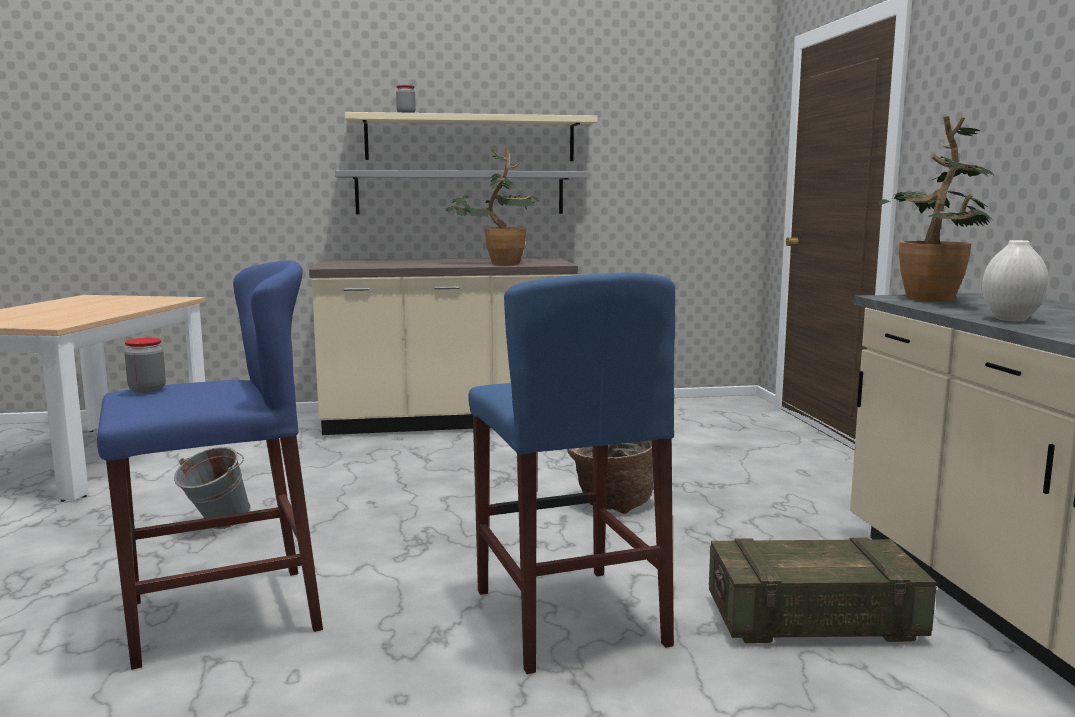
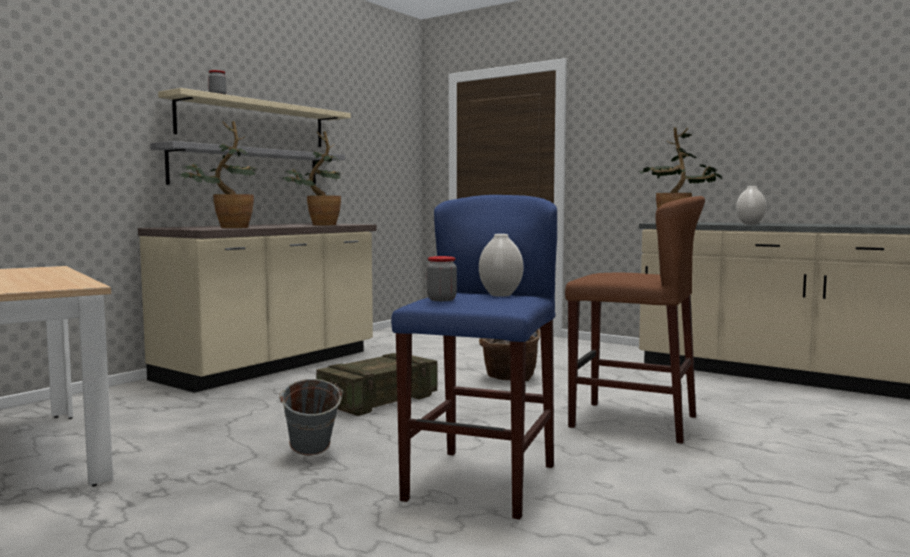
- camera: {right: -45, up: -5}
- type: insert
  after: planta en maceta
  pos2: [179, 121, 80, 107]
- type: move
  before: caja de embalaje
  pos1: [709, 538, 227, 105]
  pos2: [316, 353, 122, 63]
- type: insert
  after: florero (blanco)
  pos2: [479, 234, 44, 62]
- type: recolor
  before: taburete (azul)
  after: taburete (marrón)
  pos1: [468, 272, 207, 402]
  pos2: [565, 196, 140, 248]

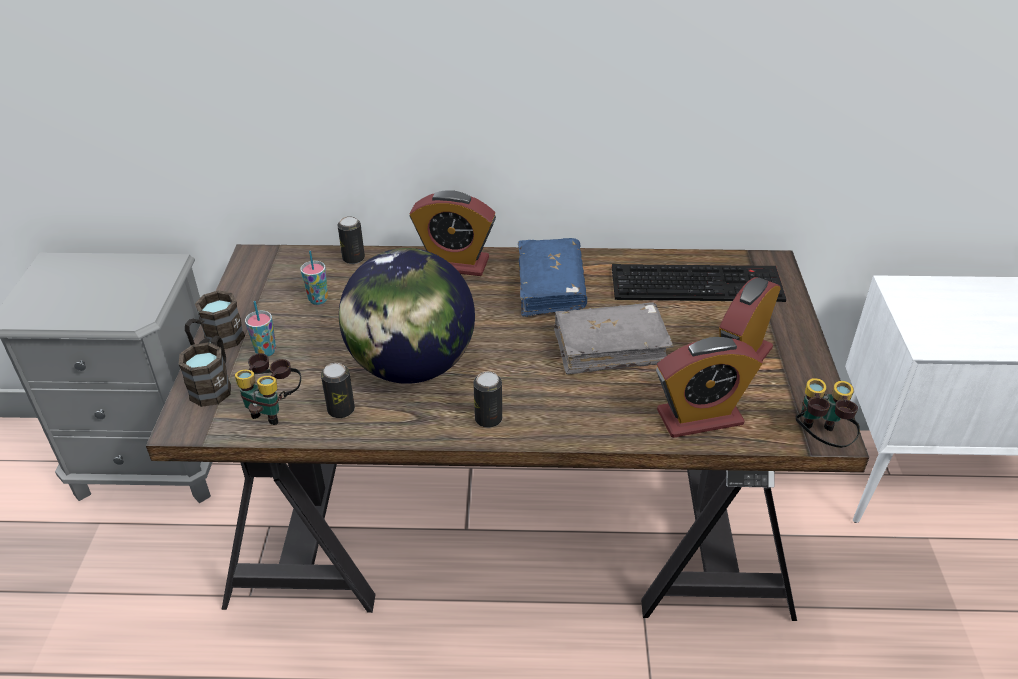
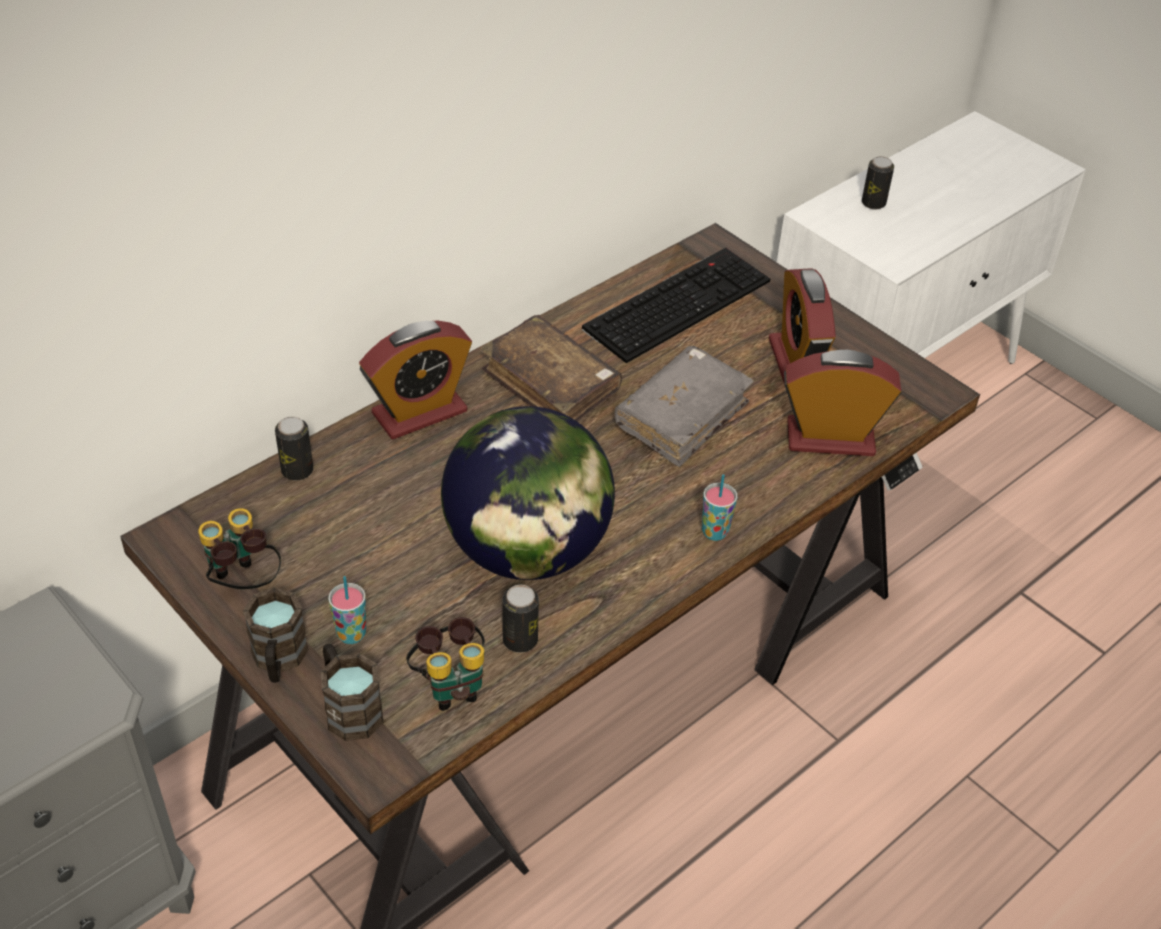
- camera: {right: -45, up: 5}
- type: move
  before: prismáticos
  pos1: [796, 378, 64, 70]
  pos2: [198, 508, 83, 81]
- type: recolor
  before: libro (azul)
  after: libro (marrón)
  pos1: [518, 238, 69, 79]
  pos2: [480, 315, 142, 107]
- type: move
  before: taza
  pos1: [300, 251, 28, 54]
  pos2: [702, 474, 35, 67]
- type: rotate
  before: despertador
  pos1: [656, 337, 107, 101]
  pos2: [784, 350, 118, 106]
  turn: -120
- type: move
  before: lata
  pos1: [473, 372, 29, 56]
  pos2: [862, 156, 32, 53]

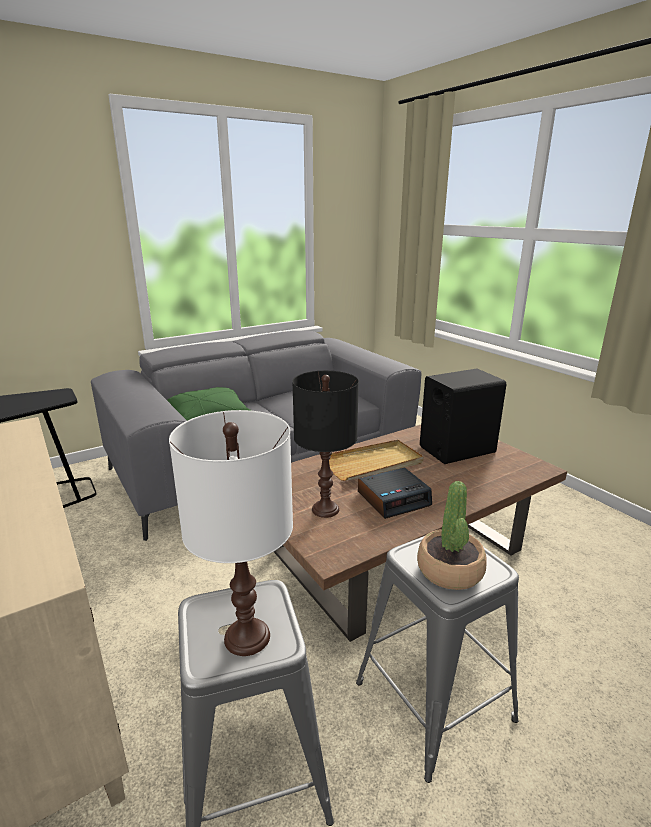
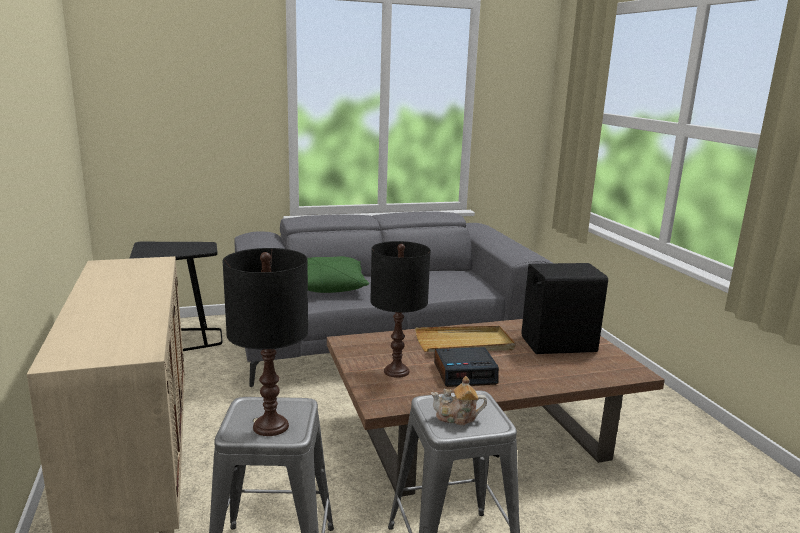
- camera: {right: 15, up: -5}
- type: recolor
  before: lámpara de mesa (blanco)
  after: lámpara de mesa (negro)
  pos1: [169, 410, 124, 246]
  pos2: [222, 248, 86, 188]
- type: replace
  before: planta en maceta
  after: tetera
  pos1: [417, 481, 70, 109]
  pos2: [431, 376, 56, 49]

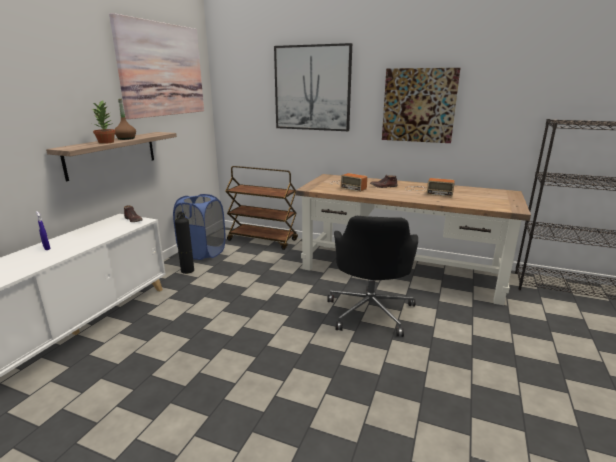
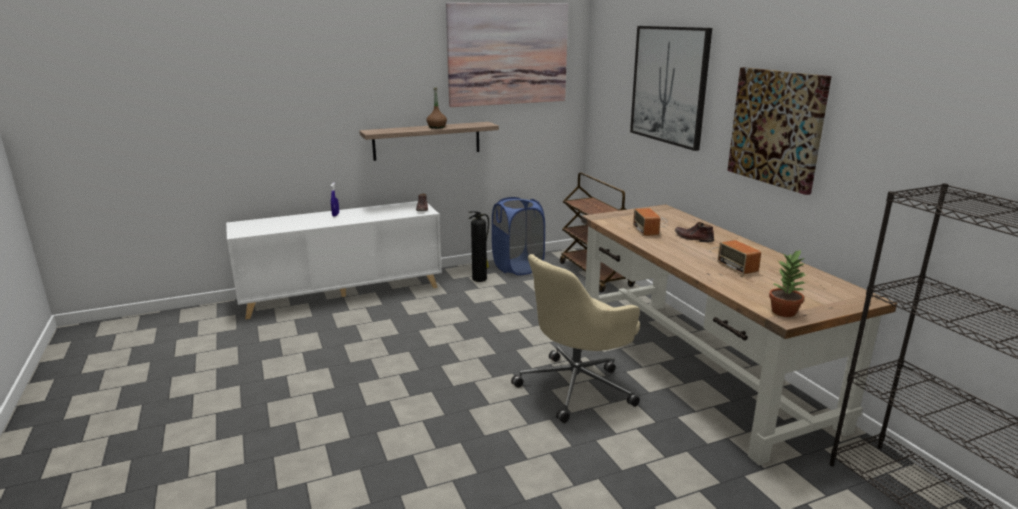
- camera: {right: 45, up: 0}
- type: recolor
  before: silla de oficina (negro)
  after: silla de oficina (beis)
  pos1: [327, 216, 91, 121]
  pos2: [511, 254, 129, 169]
- type: move
  before: planta en maceta
  pos1: [92, 101, 24, 43]
  pos2: [769, 249, 36, 68]

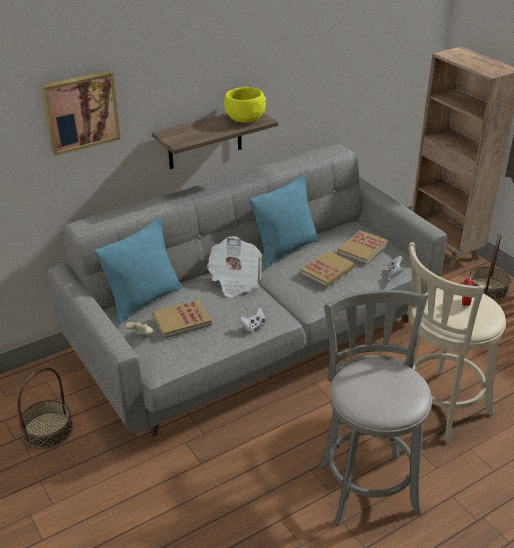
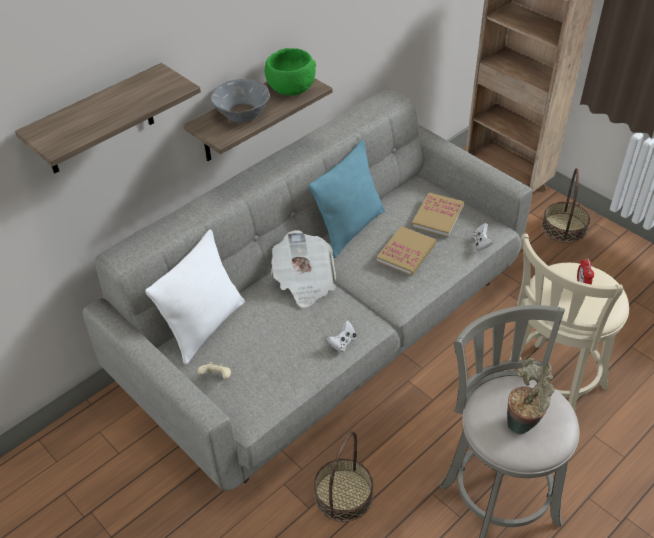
- camera: {right: -10, up: 10}
- type: replace
  before: cuadro
  after: estante
  pos1: [41, 71, 80, 85]
  pos2: [15, 63, 186, 110]
- type: recolor
  before: cojín (turquesa)
  after: cojín (blanco)
  pos1: [94, 218, 88, 106]
  pos2: [145, 229, 100, 136]
- type: insert
  after: cuenco (gris)
  pos2: [211, 79, 59, 43]
- type: recolor
  before: cuenco (amarillo)
  after: cuenco (verde)
  pos1: [224, 87, 42, 36]
  pos2: [265, 48, 51, 48]
- type: move
  before: cesta
  pos1: [17, 367, 56, 82]
  pos2: [314, 431, 59, 91]
- type: insert
  after: planta en maceta
  pos2: [507, 358, 47, 76]
- type: delete
  before: libro
  pos1: [153, 300, 59, 38]

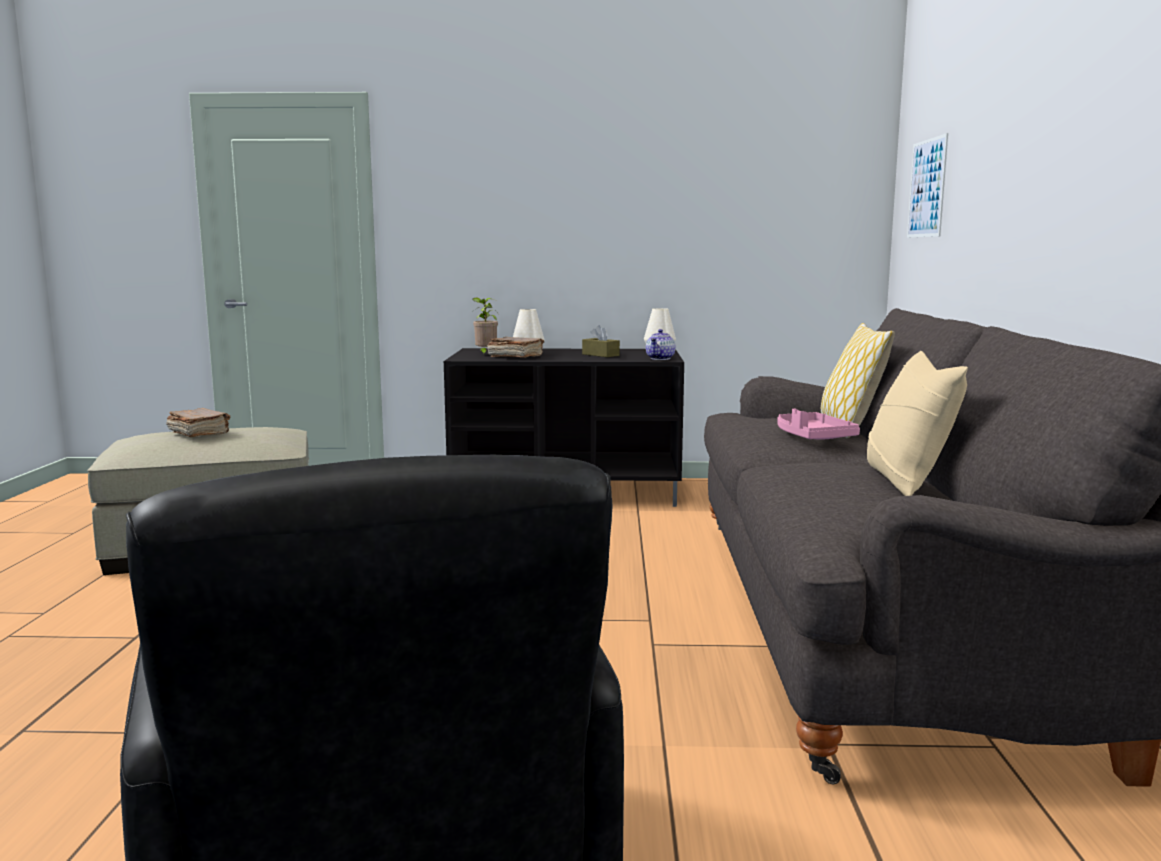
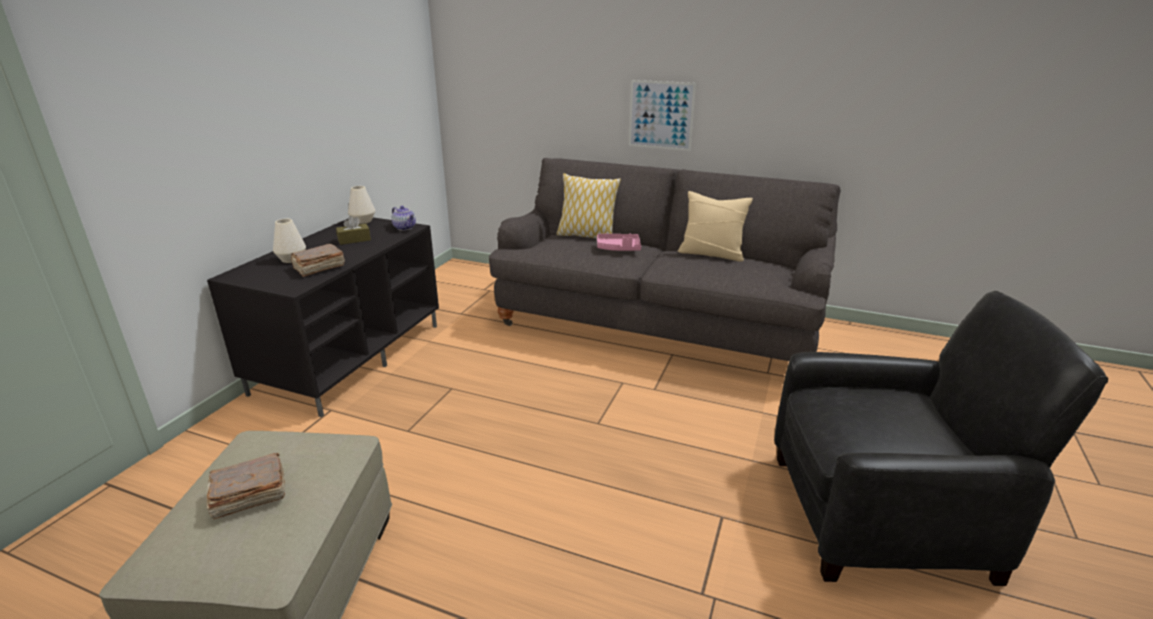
- camera: {right: -70, up: 15}
- type: move
  before: cuadro
  pos1: [907, 133, 41, 104]
  pos2: [629, 80, 67, 71]
- type: delete
  before: planta en maceta
  pos1: [473, 297, 26, 59]

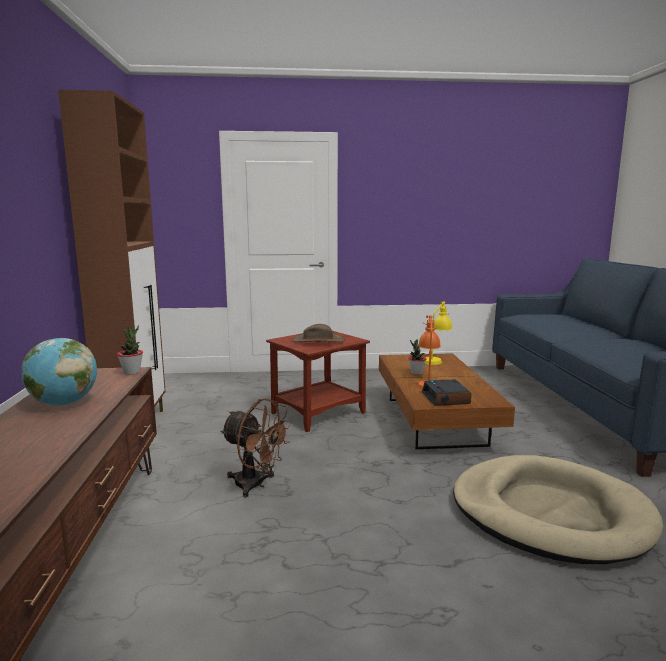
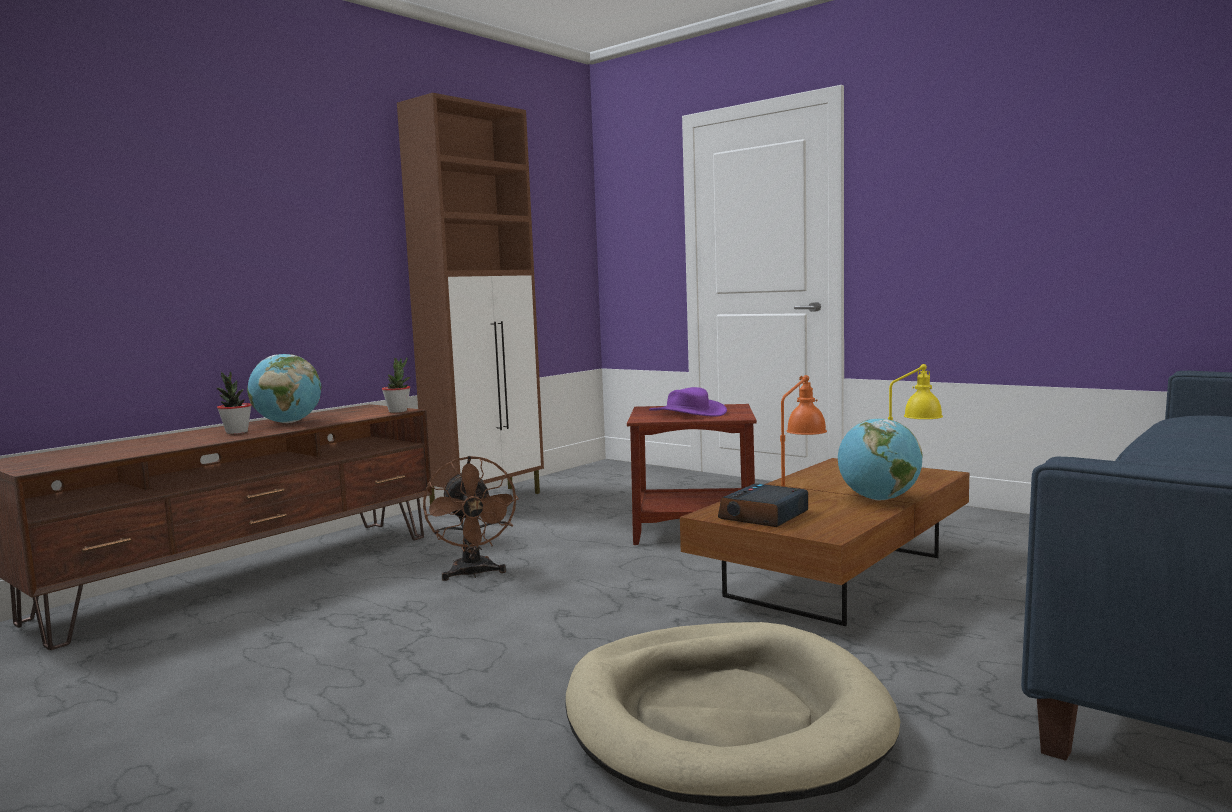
- camera: {right: 45, up: -5}
- type: move
  before: planta en maceta
  pos1: [408, 339, 18, 36]
  pos2: [217, 372, 35, 62]
- type: recolor
  before: sombrero (marrón)
  after: sombrero (morado)
  pos1: [292, 324, 53, 18]
  pos2: [649, 387, 78, 30]
- type: insert
  after: globo terráqueo
  pos2: [838, 418, 85, 83]

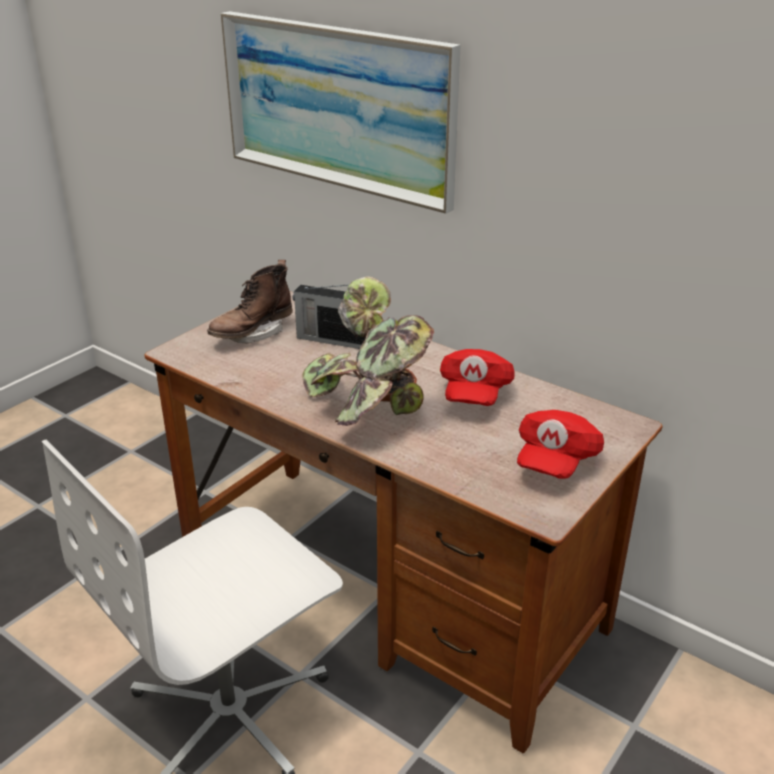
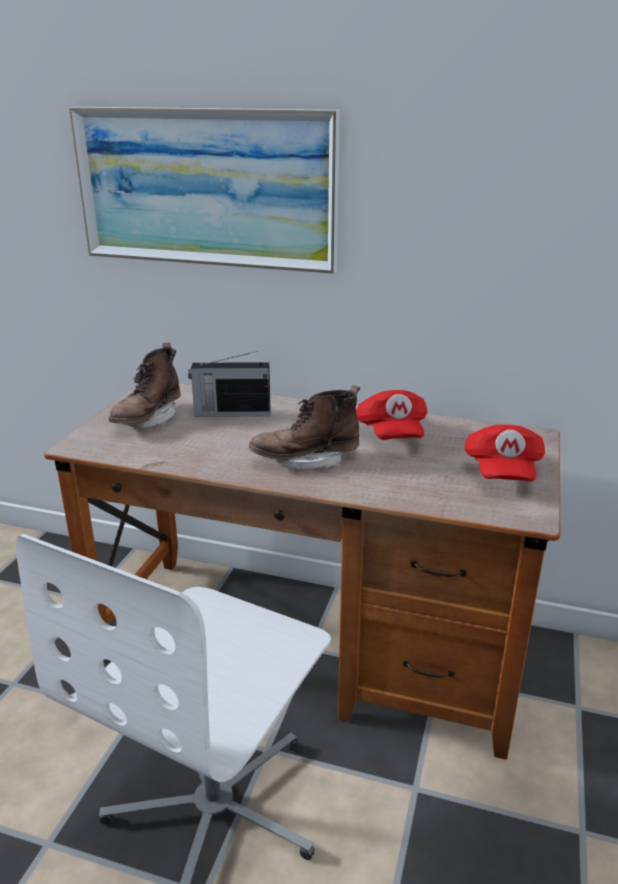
- camera: {right: -20, up: -5}
- type: replace
  before: planta en maceta
  after: bota (marrón)
  pos1: [302, 276, 132, 150]
  pos2: [249, 385, 111, 84]

